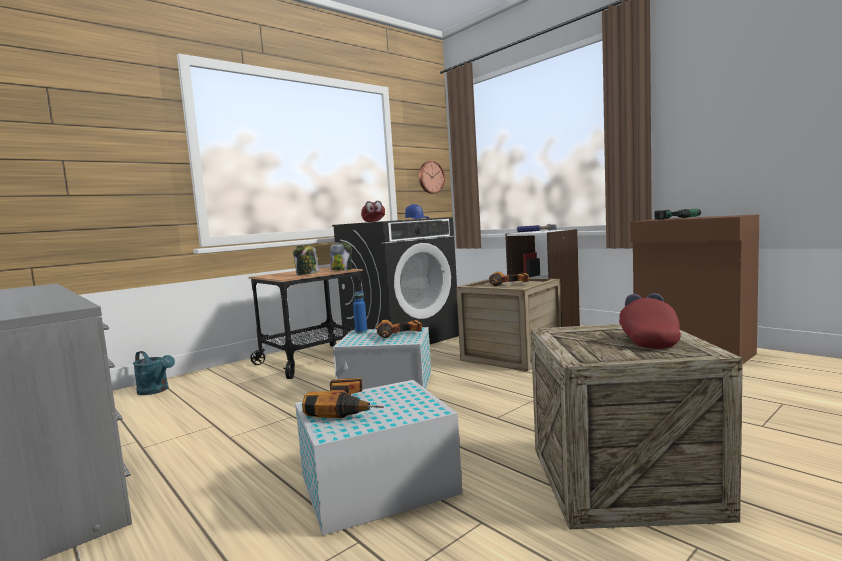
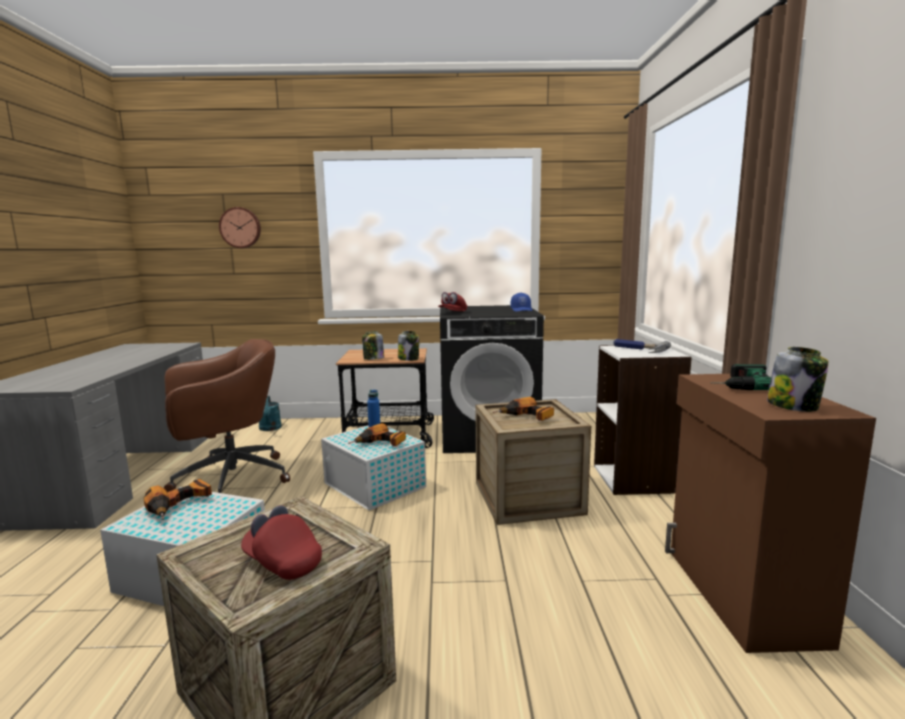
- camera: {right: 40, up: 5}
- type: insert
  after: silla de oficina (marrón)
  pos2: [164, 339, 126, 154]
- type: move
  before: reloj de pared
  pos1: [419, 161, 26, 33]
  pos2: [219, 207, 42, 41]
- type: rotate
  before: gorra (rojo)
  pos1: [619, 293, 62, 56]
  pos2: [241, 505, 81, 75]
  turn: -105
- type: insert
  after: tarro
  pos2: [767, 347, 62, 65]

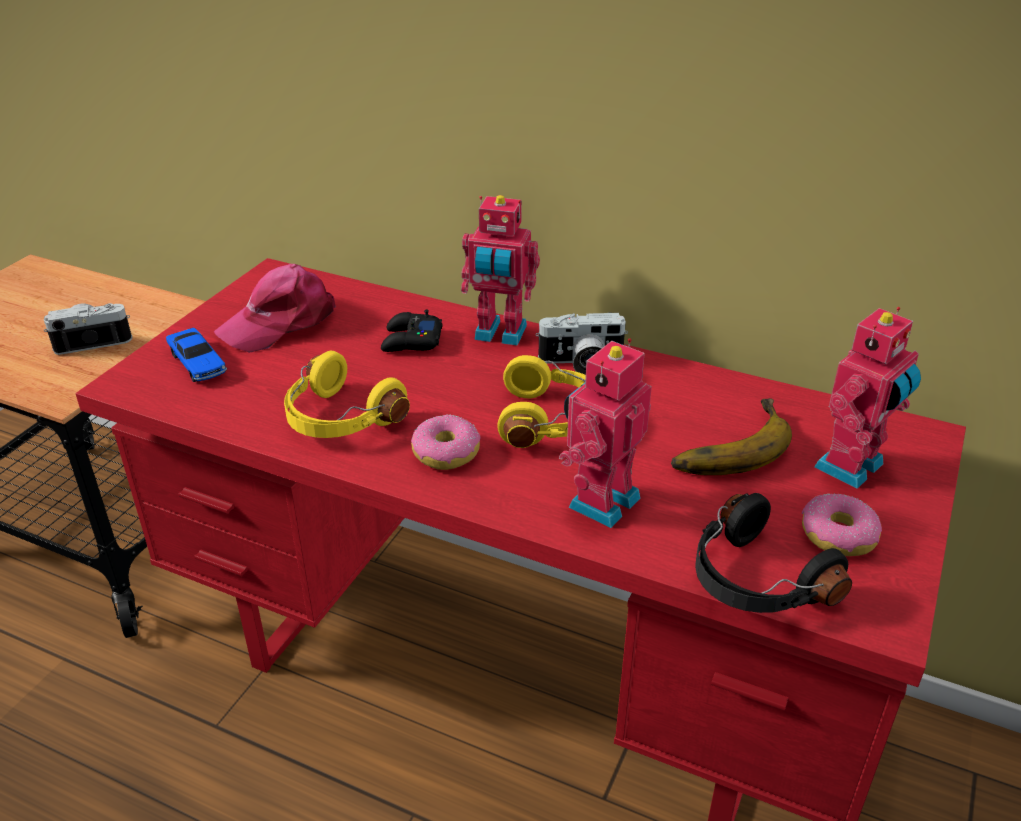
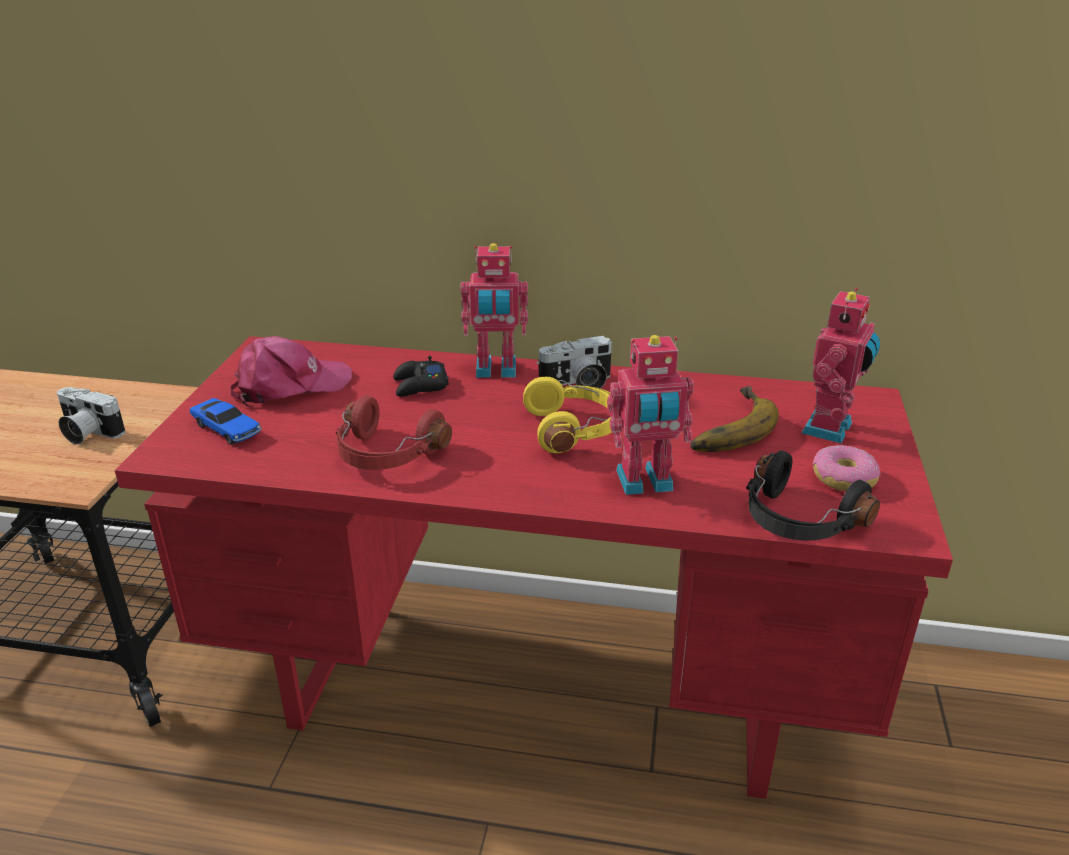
- camera: {right: -15, up: -5}
- type: rotate
  before: cámara
  pos1: [44, 303, 88, 52]
  pos2: [57, 387, 69, 58]
  turn: -120
- type: rotate
  before: gorra (rosa)
  pos1: [214, 264, 122, 89]
  pos2: [231, 336, 121, 71]
  turn: -150
- type: recolor
  before: auriculares (amarillo)
  after: auriculares (rojo)
  pos1: [284, 351, 126, 87]
  pos2: [336, 395, 116, 75]
- type: rotate
  before: robot de juguete
  pos1: [559, 338, 93, 190]
  pos2: [607, 335, 87, 160]
  turn: -120
- type: delete
  before: rosquilla
  pos1: [411, 414, 70, 56]

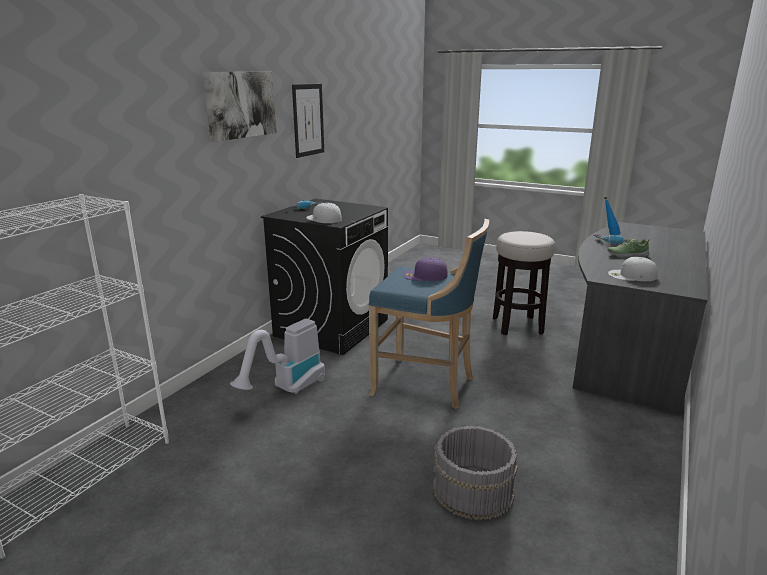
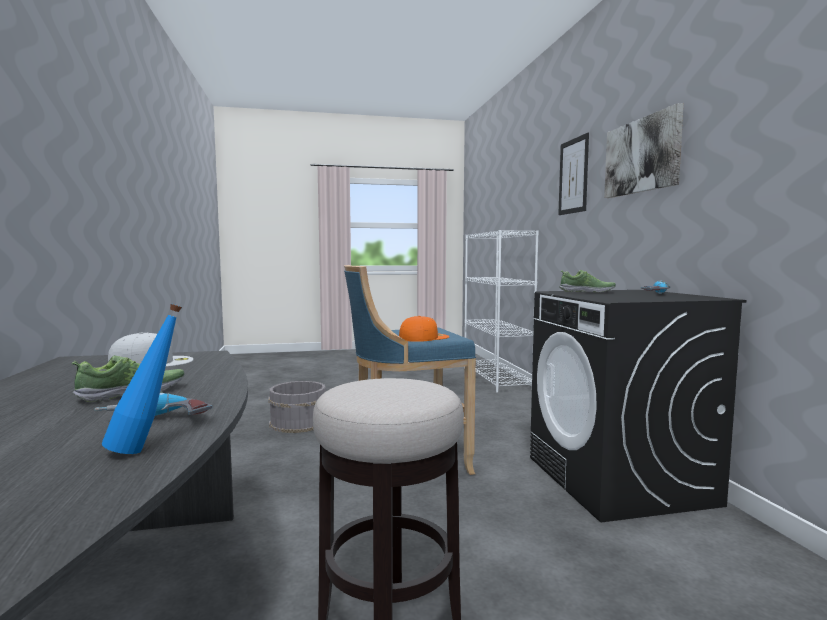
- camera: {right: 140, up: -15}
- type: recolor
  before: gorra (morado)
  after: gorra (naranja)
  pos1: [403, 257, 45, 24]
  pos2: [399, 316, 50, 26]
- type: move
  before: cuadro
  pos1: [292, 84, 32, 74]
  pos2: [558, 133, 31, 82]
- type: replace
  before: gorra (blanco)
  after: zapato
  pos1: [306, 203, 36, 20]
  pos2: [560, 270, 56, 22]
- type: delete
  before: aspiradora
  pos1: [230, 319, 95, 75]

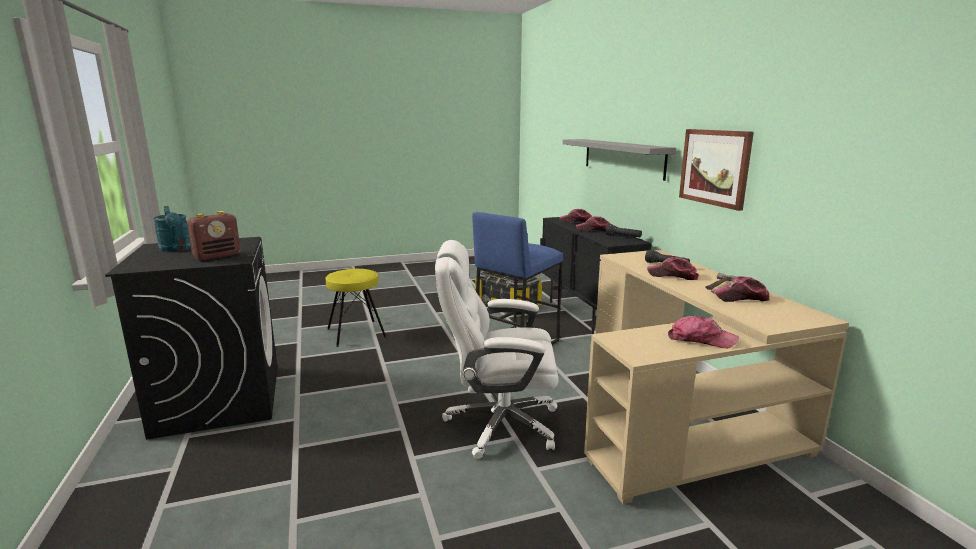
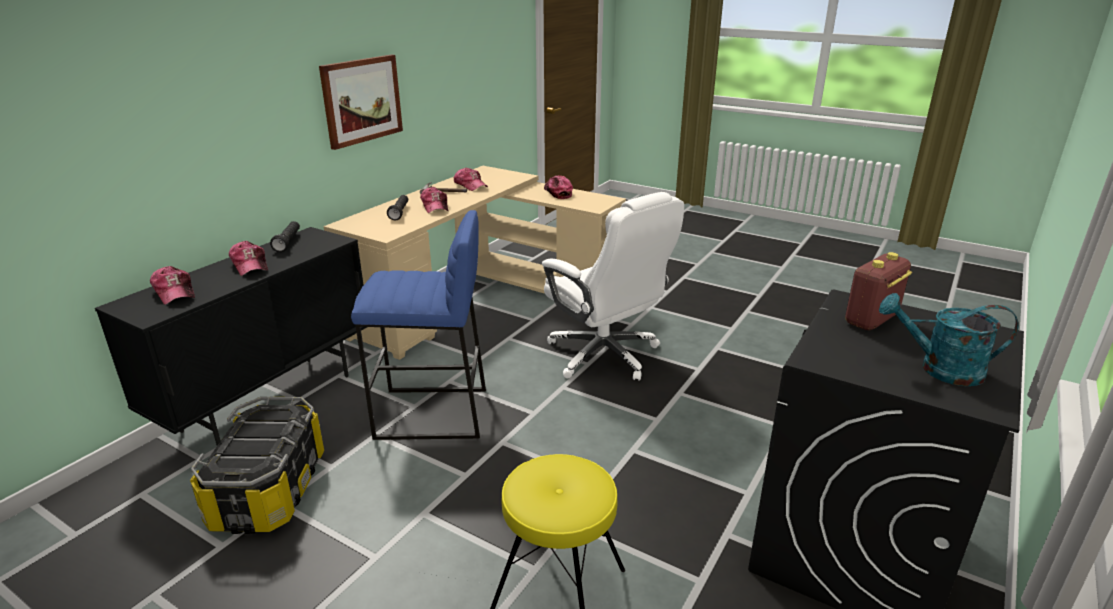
- camera: {right: -130, up: 10}
- type: rotate
  before: radio
  pos1: [187, 211, 53, 50]
  pos2: [845, 252, 67, 78]
  turn: -45
- type: rotate
  before: regadera (turquesa)
  pos1: [153, 206, 38, 46]
  pos2: [879, 293, 140, 93]
  turn: -90
- type: delete
  before: estante (gris)
  pos1: [563, 139, 113, 42]

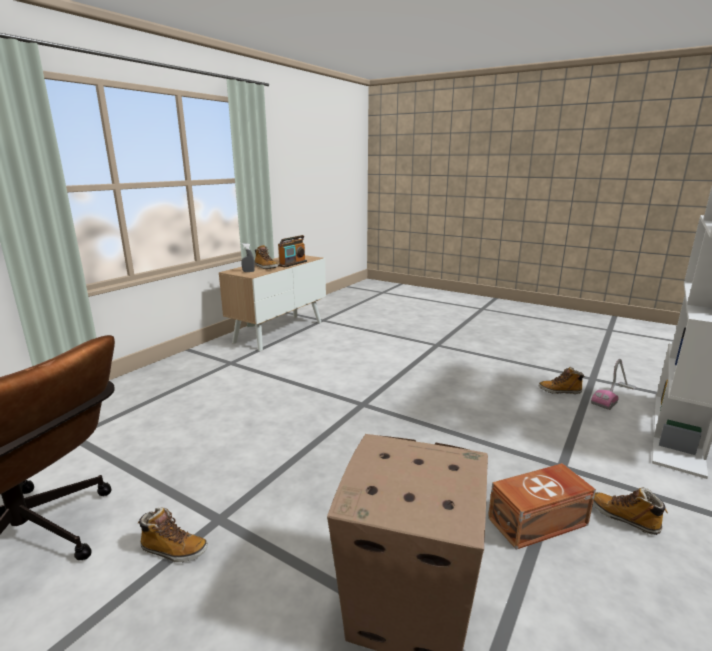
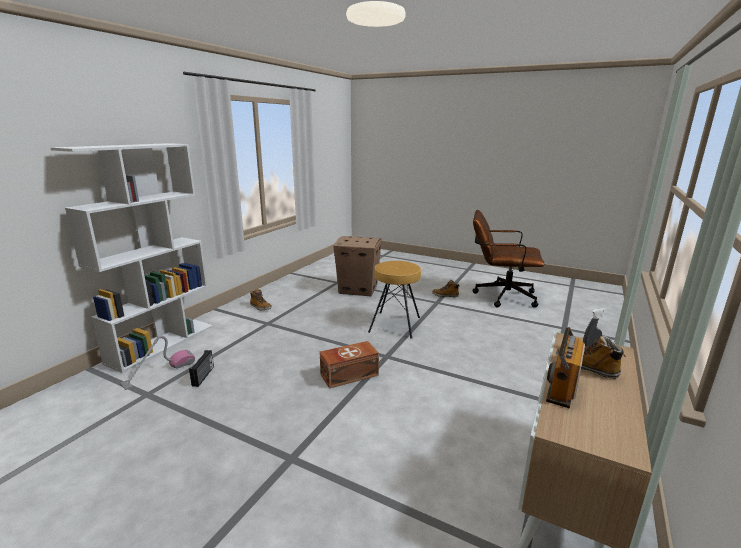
- camera: {right: 175, up: 0}
- type: replace
  before: bota
  after: radio
  pos1: [539, 367, 45, 27]
  pos2: [189, 350, 25, 37]
- type: move
  before: caja de almacenaje (marrón)
  pos1: [488, 463, 108, 87]
  pos2: [320, 341, 59, 48]
- type: insert
  after: taburete (marrón)
  pos2: [368, 261, 53, 78]

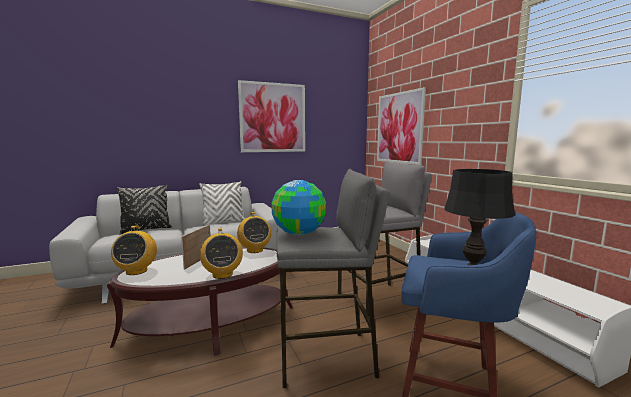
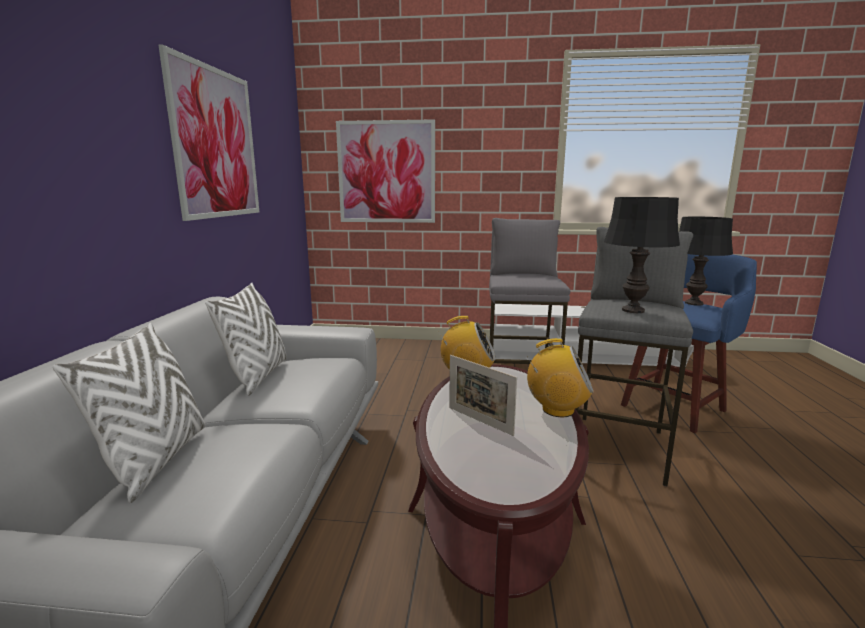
- camera: {right: -60, up: 5}
- type: recolor
  before: cojín (negro)
  after: cojín (blanco)
  pos1: [117, 185, 55, 49]
  pos2: [53, 323, 152, 180]
- type: replace
  before: globo terráqueo
  after: lámpara de mesa (negro)
  pos1: [271, 180, 55, 55]
  pos2: [604, 197, 76, 116]
- type: delete
  before: radio
  pos1: [111, 225, 46, 50]

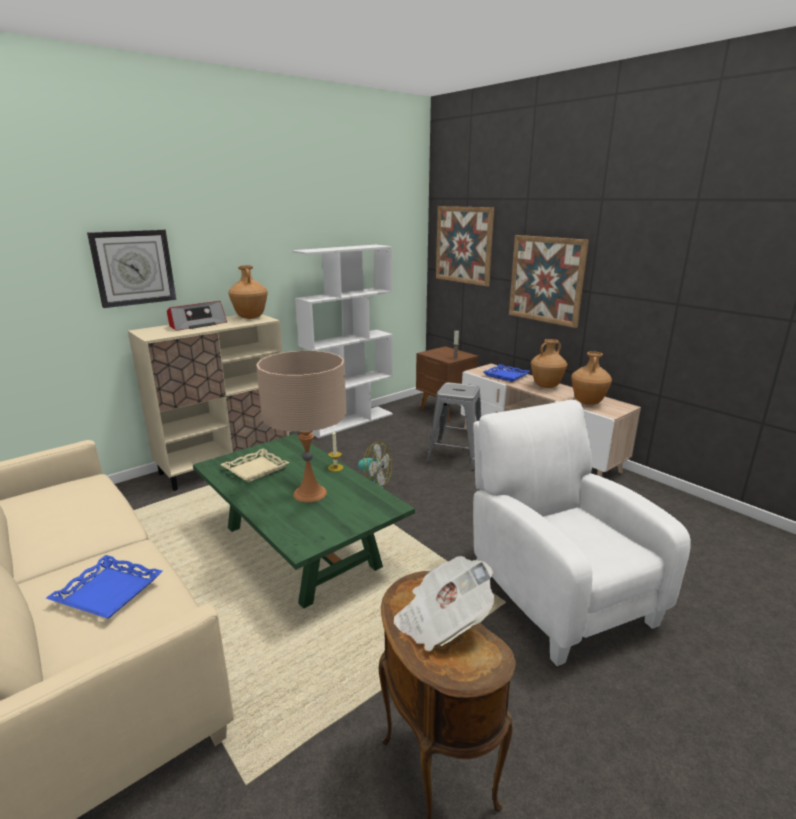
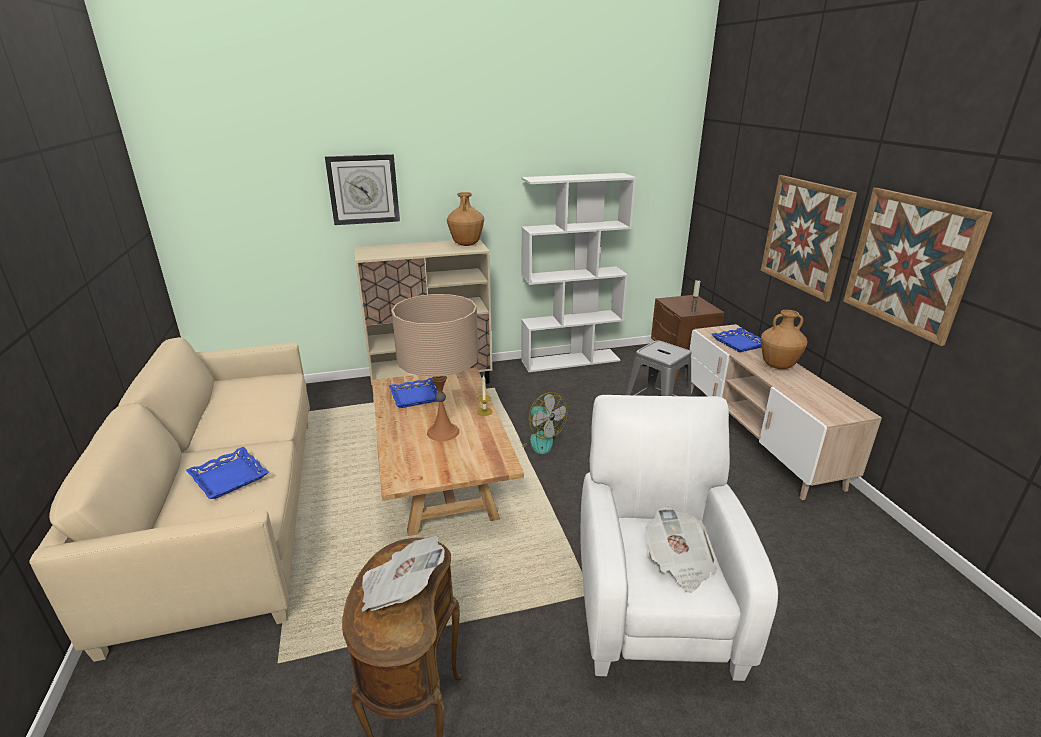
- camera: {right: 25, up: 5}
- type: recolor
  before: mesa de centro (verde)
  after: mesa de centro (beis)
  pos1: [193, 434, 222, 175]
  pos2: [372, 368, 152, 168]
- type: recolor
  before: bandeja (beis)
  after: bandeja (azul)
  pos1: [220, 448, 69, 34]
  pos2: [389, 378, 49, 30]
- type: insert
  after: periódico
  pos2: [646, 507, 71, 86]
- type: move
  before: cuadro
  pos1: [436, 206, 58, 80]
  pos2: [843, 188, 150, 158]
- type: delete
  before: radio
  pos1: [167, 301, 60, 30]
- type: delete
  before: florero (marrón)
  pos1: [572, 351, 40, 54]

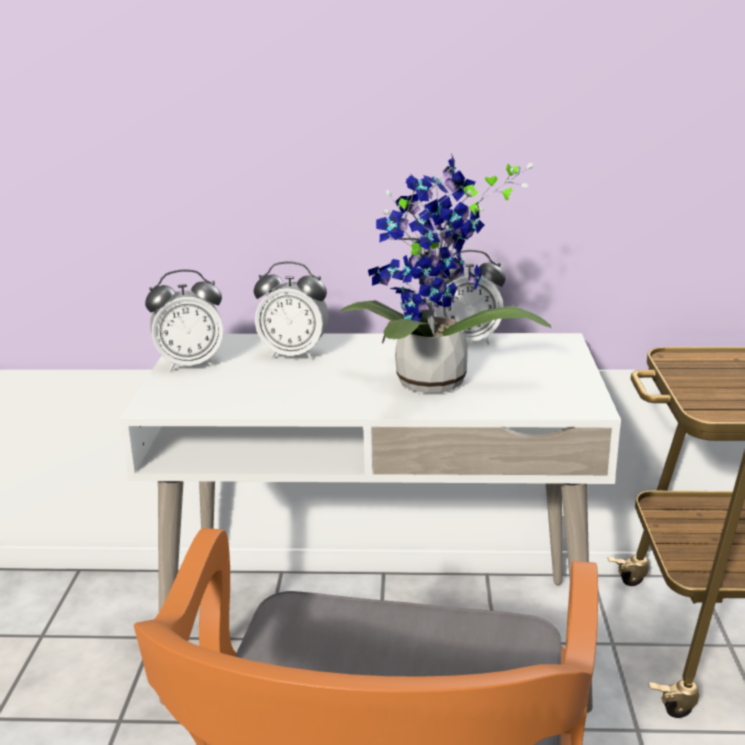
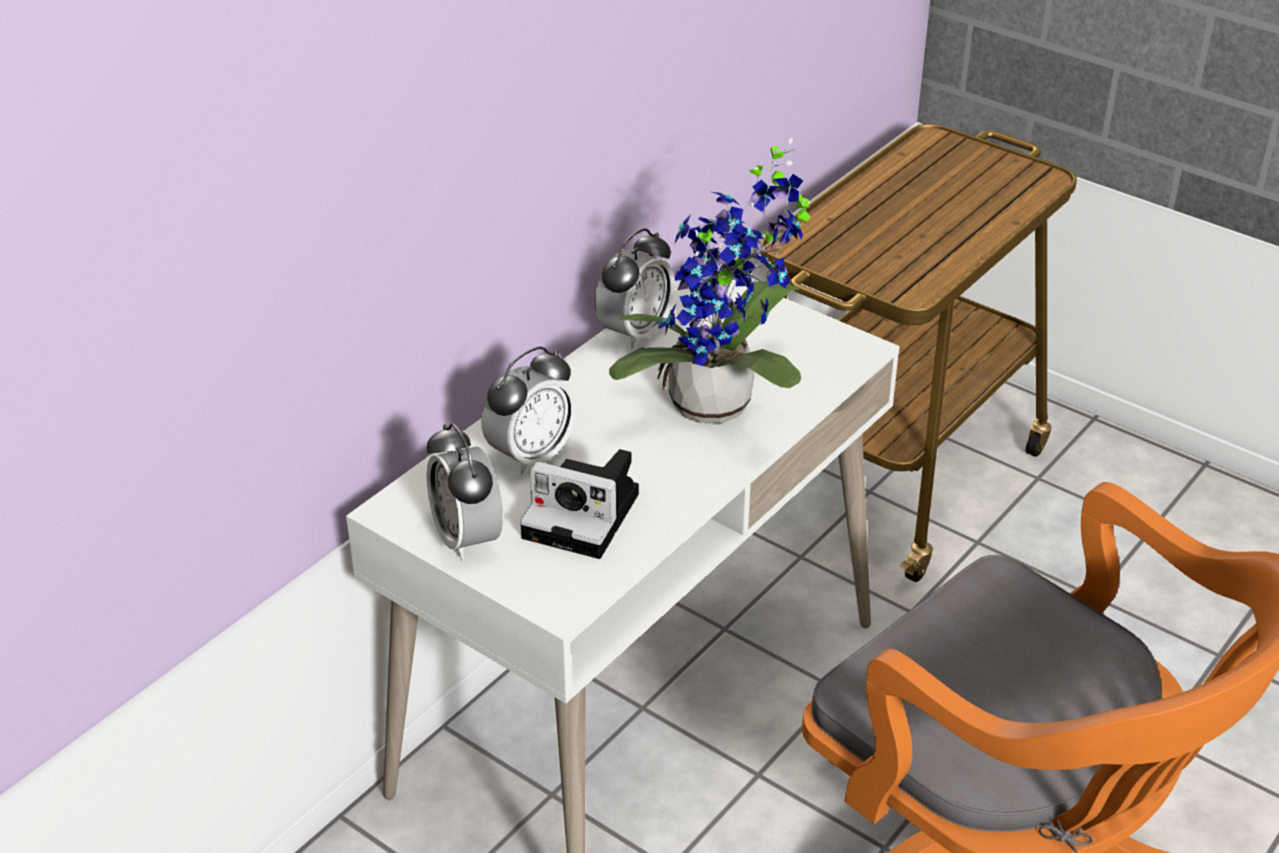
- camera: {right: -55, up: 15}
- type: rotate
  before: despertador
  pos1: [145, 270, 79, 101]
  pos2: [426, 424, 77, 136]
  turn: 135
- type: insert
  after: cámara
  pos2: [520, 449, 119, 110]

